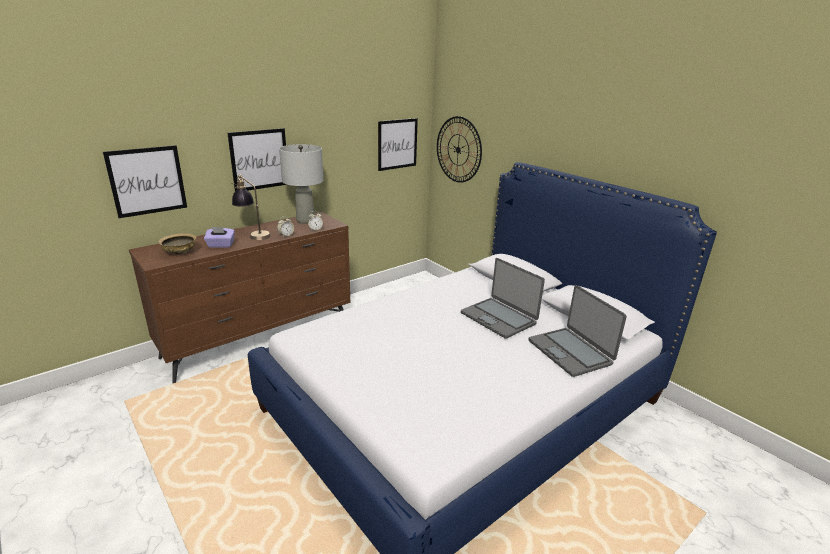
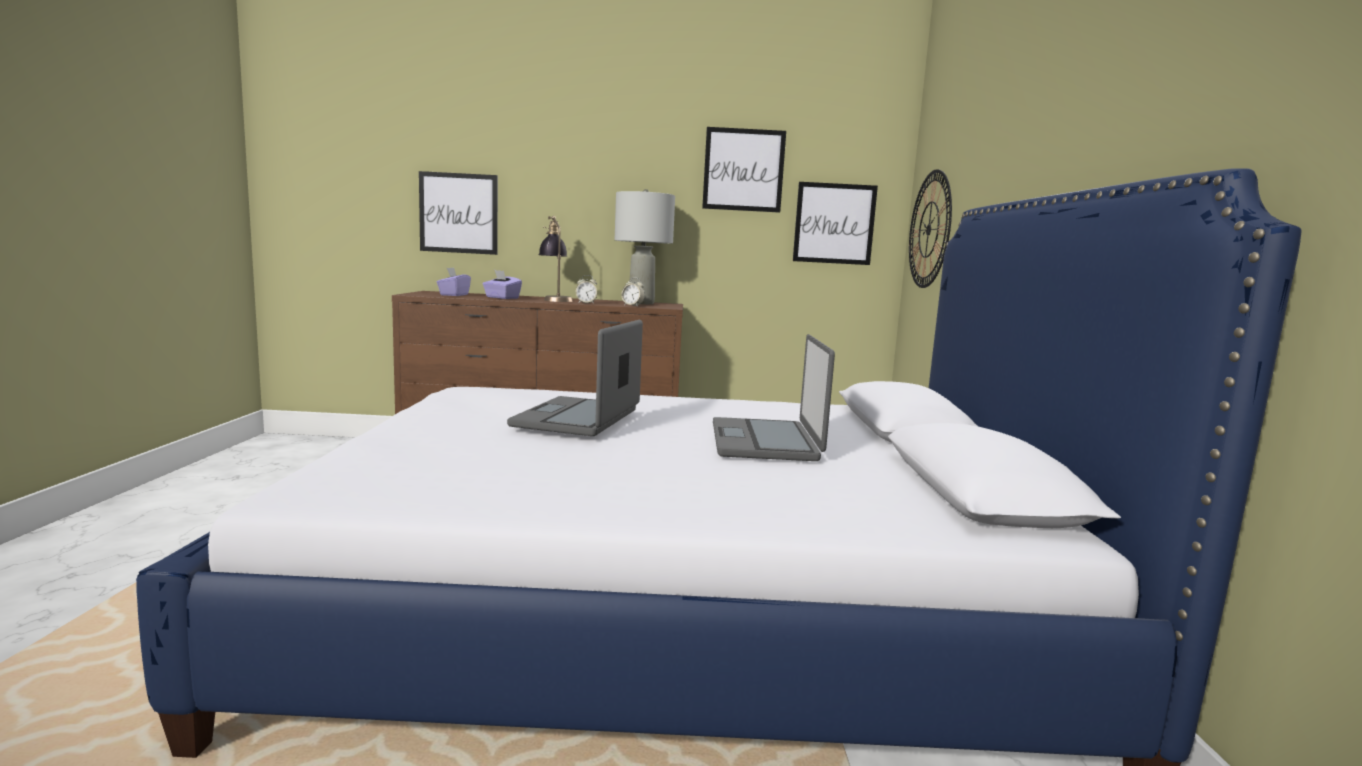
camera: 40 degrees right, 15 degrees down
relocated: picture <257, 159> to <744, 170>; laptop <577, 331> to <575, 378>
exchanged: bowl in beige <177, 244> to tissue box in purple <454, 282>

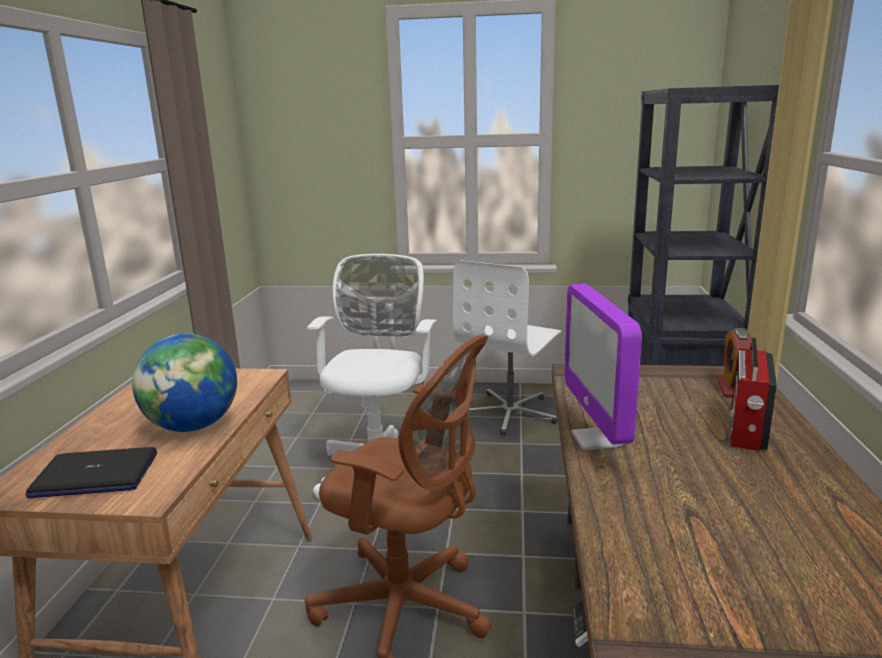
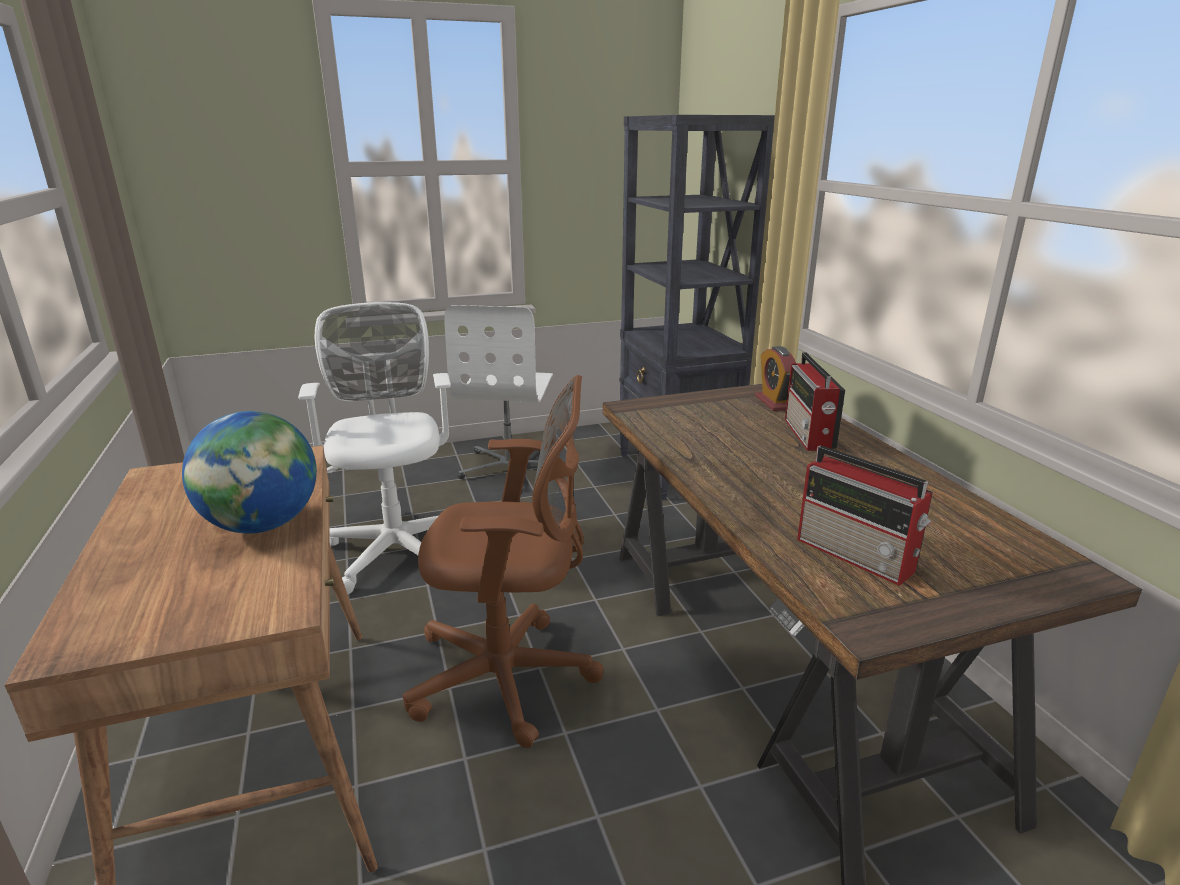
camera: 25 degrees left, 5 degrees up
missing: laptop <91, 472>; monitor <603, 367>
appeared: radio <865, 516>

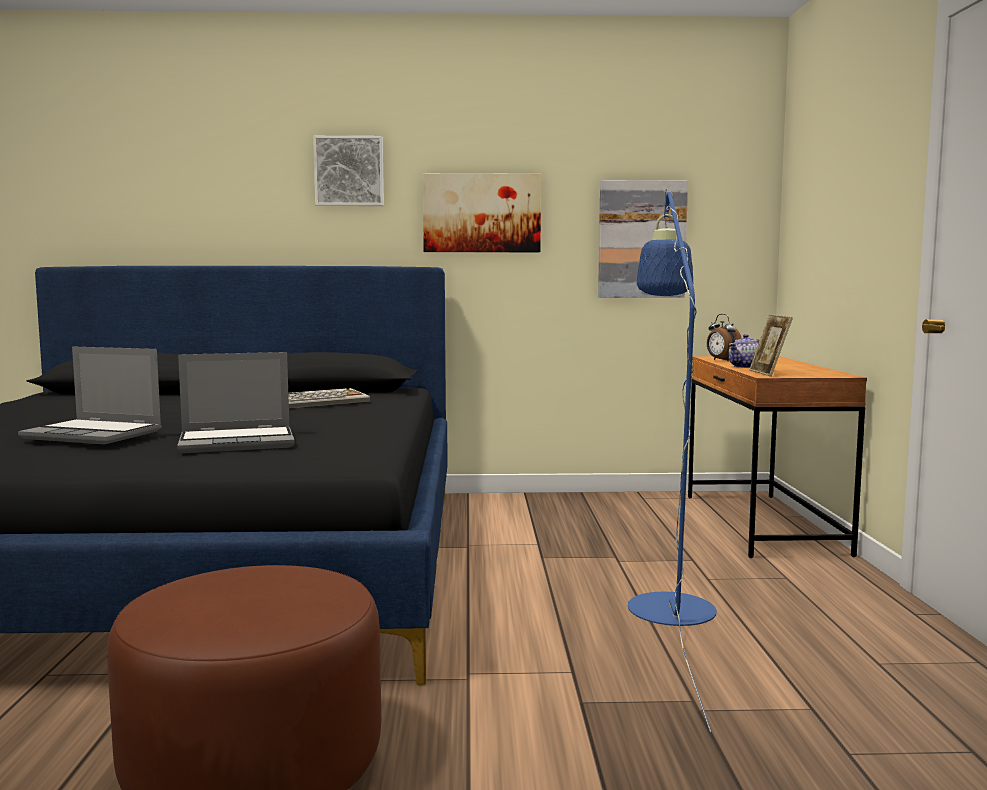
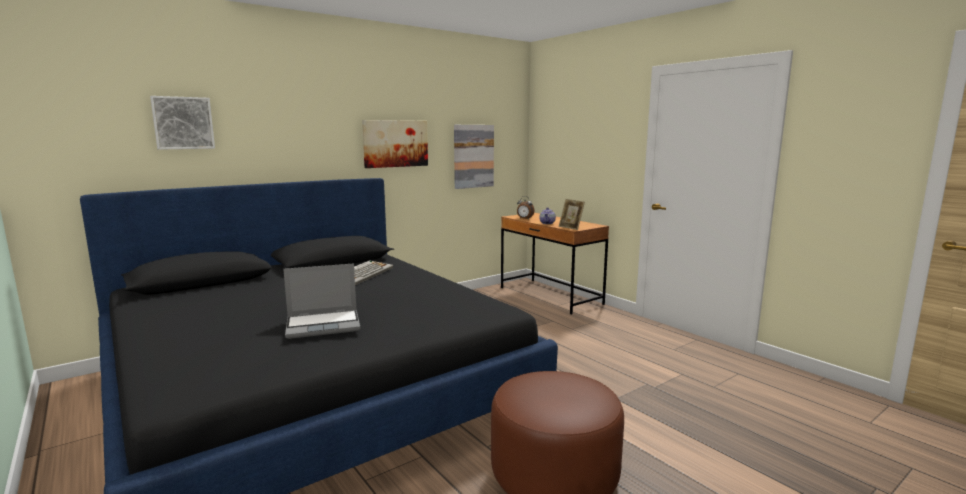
camera: 35 degrees left, 5 degrees up
missing: laptop <236, 402>; floor lamp in blue <672, 461>
relocated: picture <348, 171> to <182, 123>

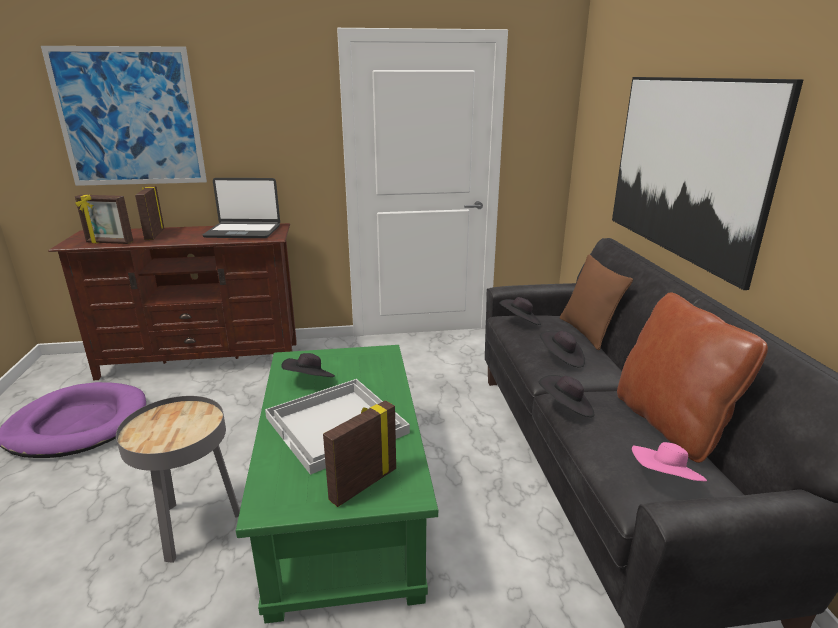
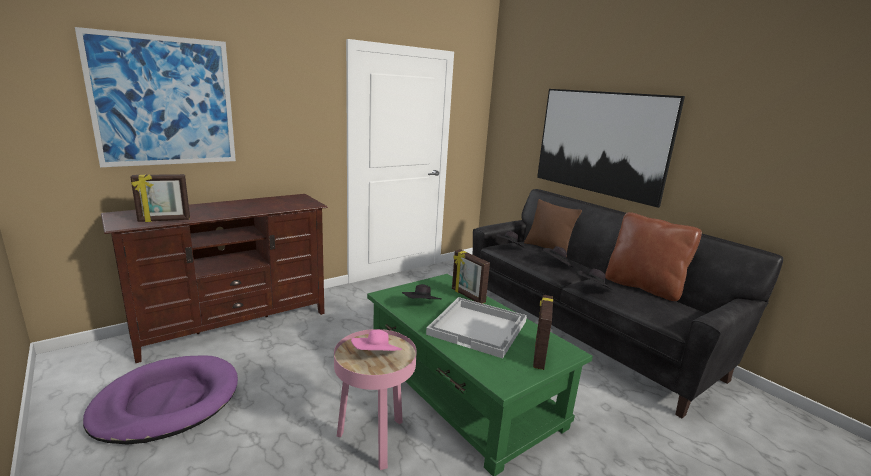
camera: 30 degrees left, 5 degrees down
missing: laptop <241, 208>
relocated: picture frame <149, 213> to <471, 276>; hat in pink <669, 461> to <376, 340>
colour: side table in grey <178, 479> to side table in pink <375, 399>

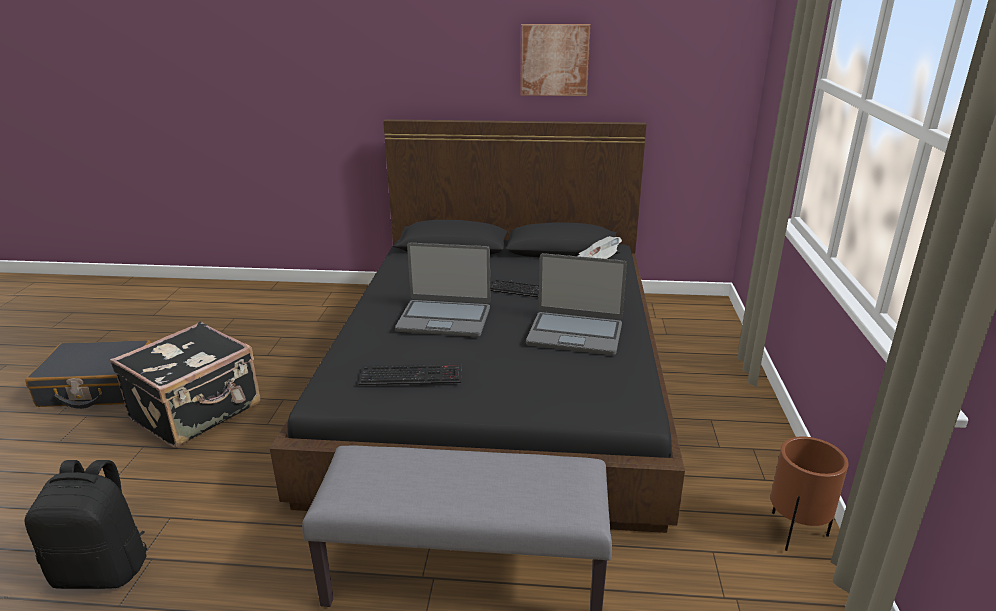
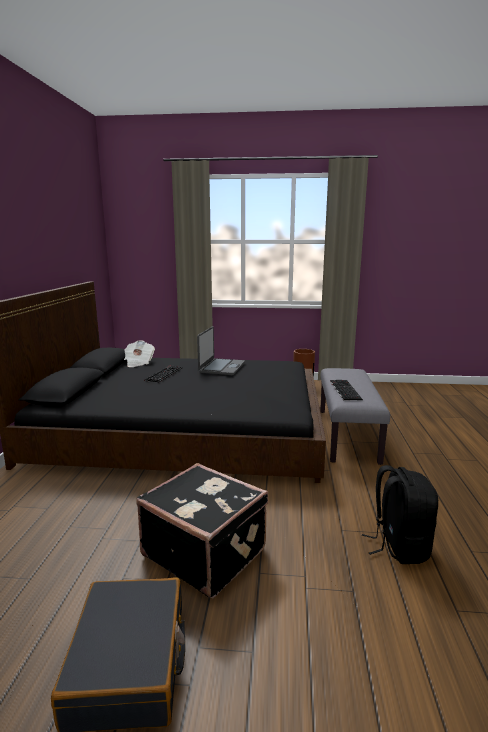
camera: 90 degrees left, 10 degrees down
missing: laptop <443, 290>; picture <555, 60>
relocated: keyboard <409, 375> to <346, 390>

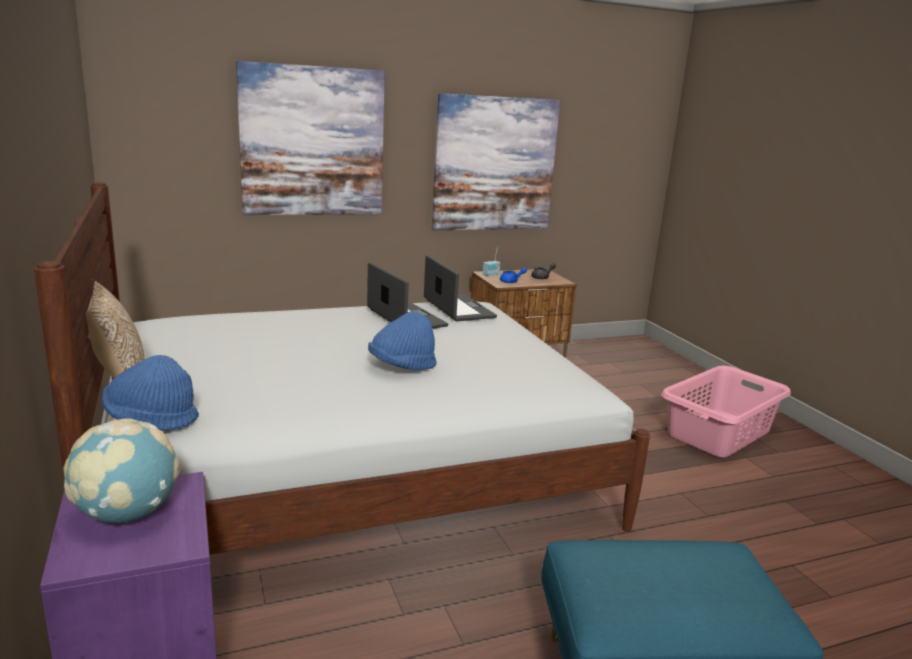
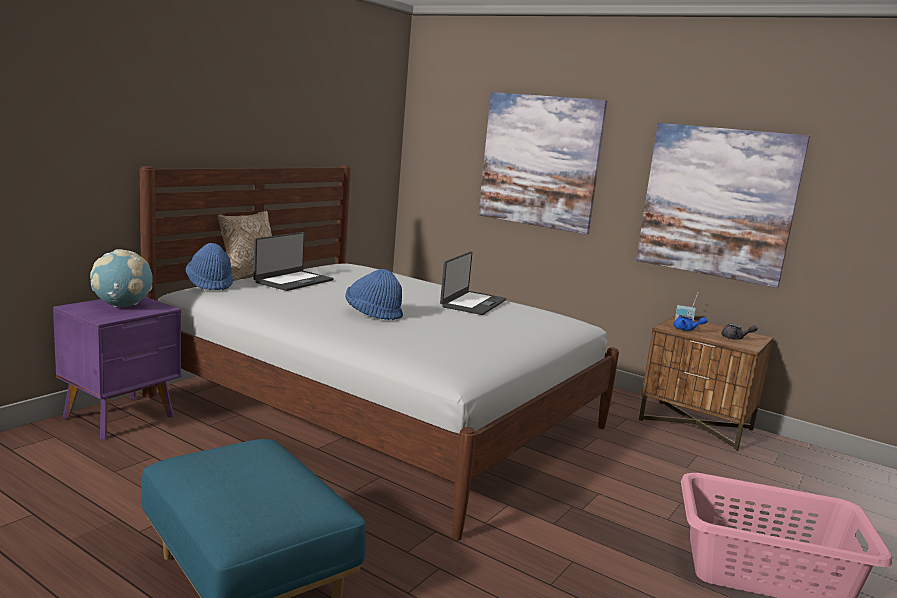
camera: 55 degrees right, 5 degrees down
relocated: laptop <460, 288> to <293, 261>

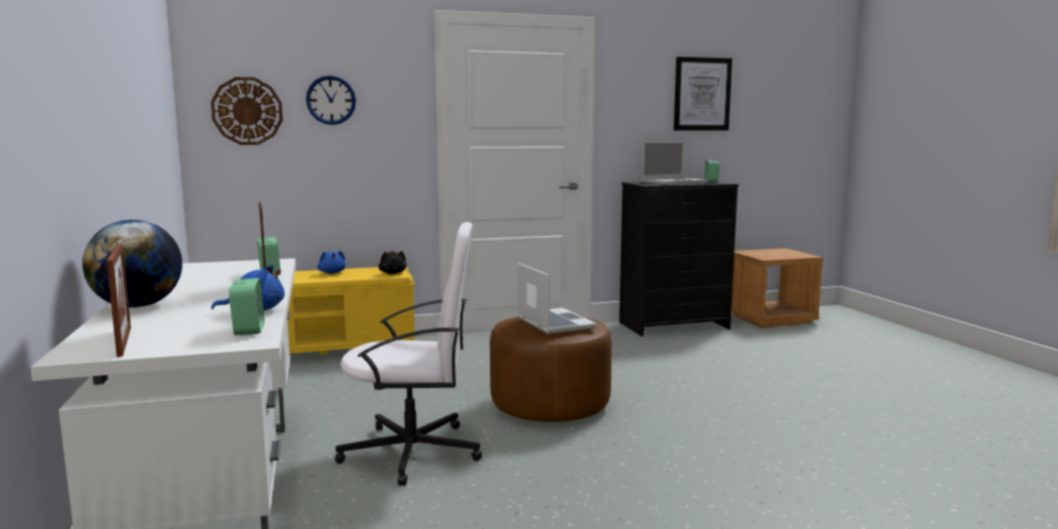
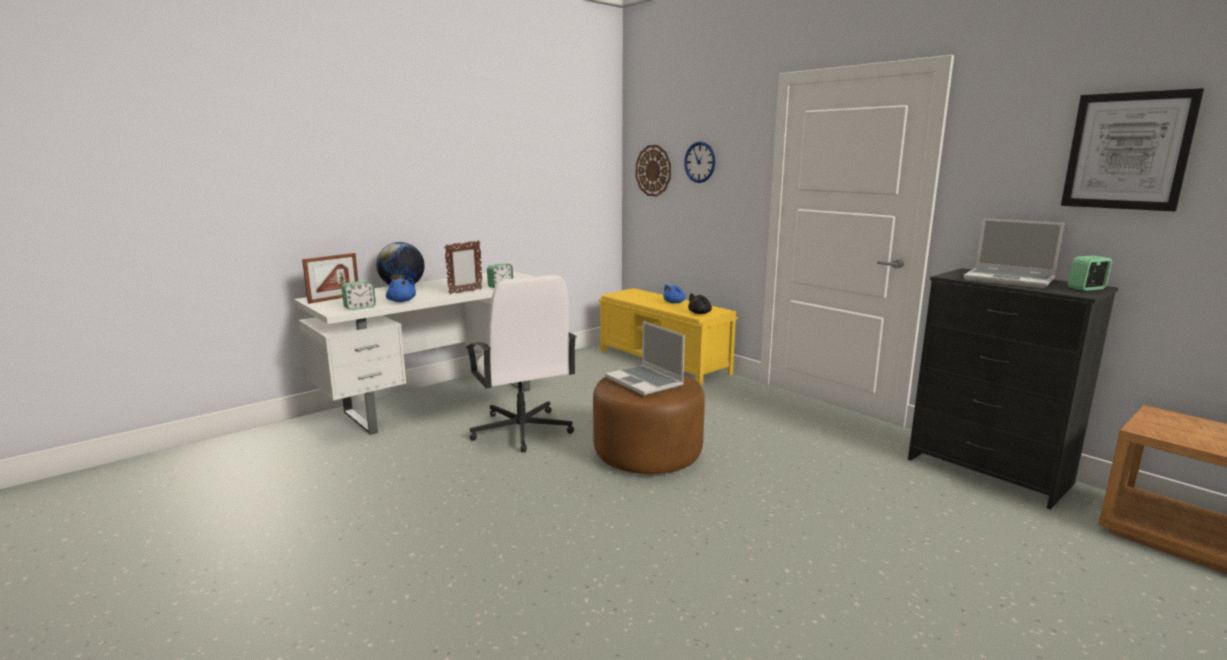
camera: 65 degrees right, 5 degrees up
spun: laptop <557, 298> = <645, 358> 105 degrees clockwise

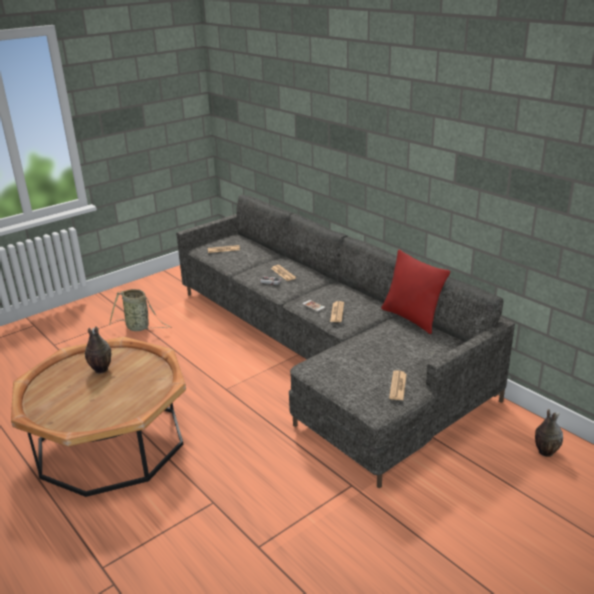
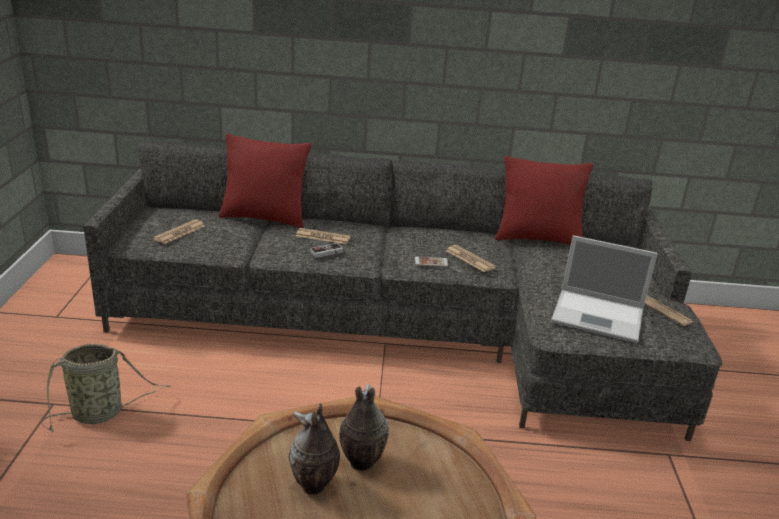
camera: 50 degrees left, 0 degrees up
appeared: pillow in red <265, 180>; laptop <604, 289>
relocated: vase <549, 433> to <364, 427>

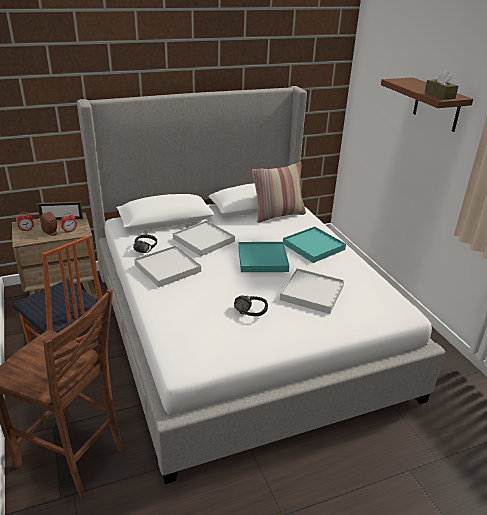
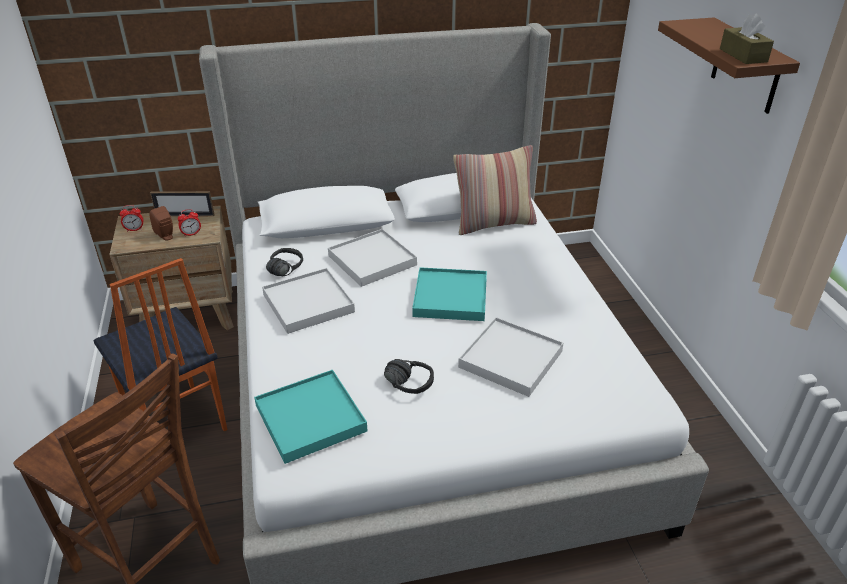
camera: 10 degrees right, 5 degrees up
relocated: tray in turquoise <314, 245> to <310, 417>

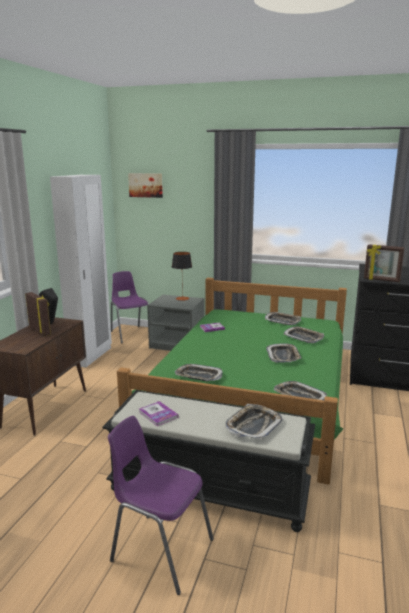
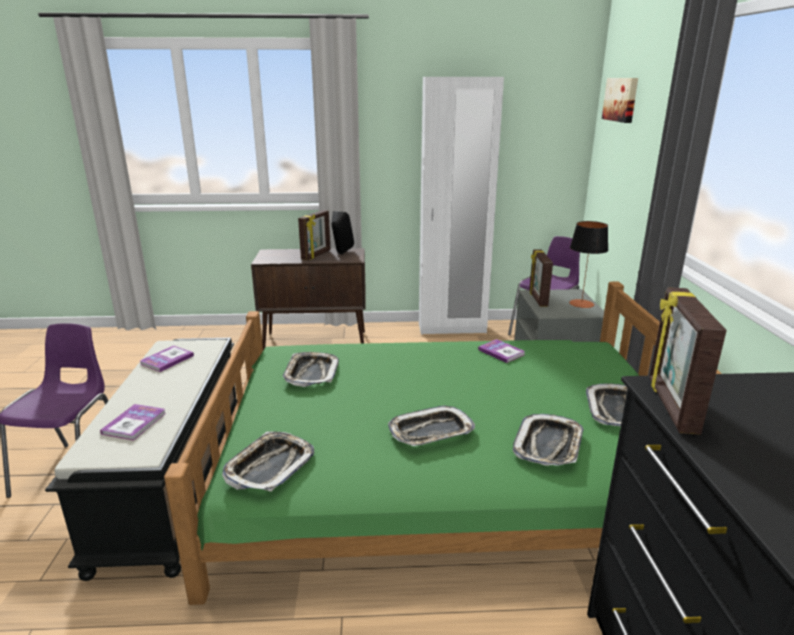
camera: 70 degrees right, 5 degrees up
appeared: picture frame <541, 278>
exchanged: tray <253, 422> to book <133, 422>

